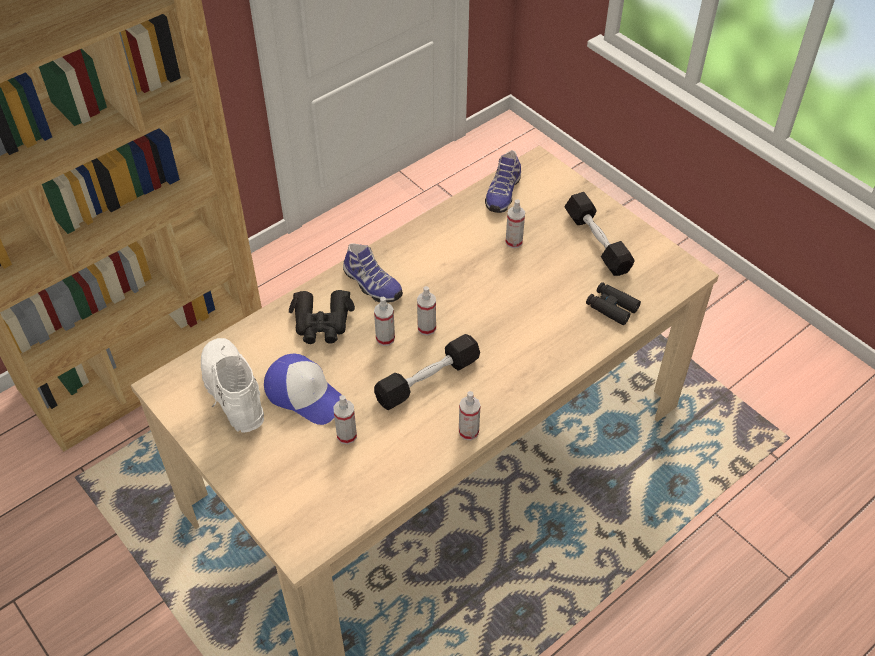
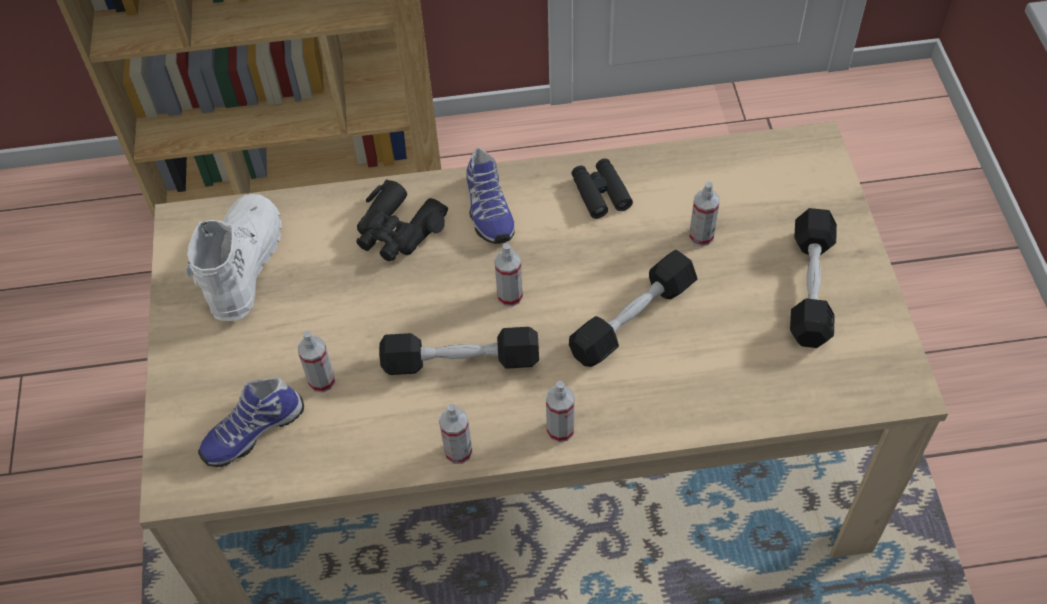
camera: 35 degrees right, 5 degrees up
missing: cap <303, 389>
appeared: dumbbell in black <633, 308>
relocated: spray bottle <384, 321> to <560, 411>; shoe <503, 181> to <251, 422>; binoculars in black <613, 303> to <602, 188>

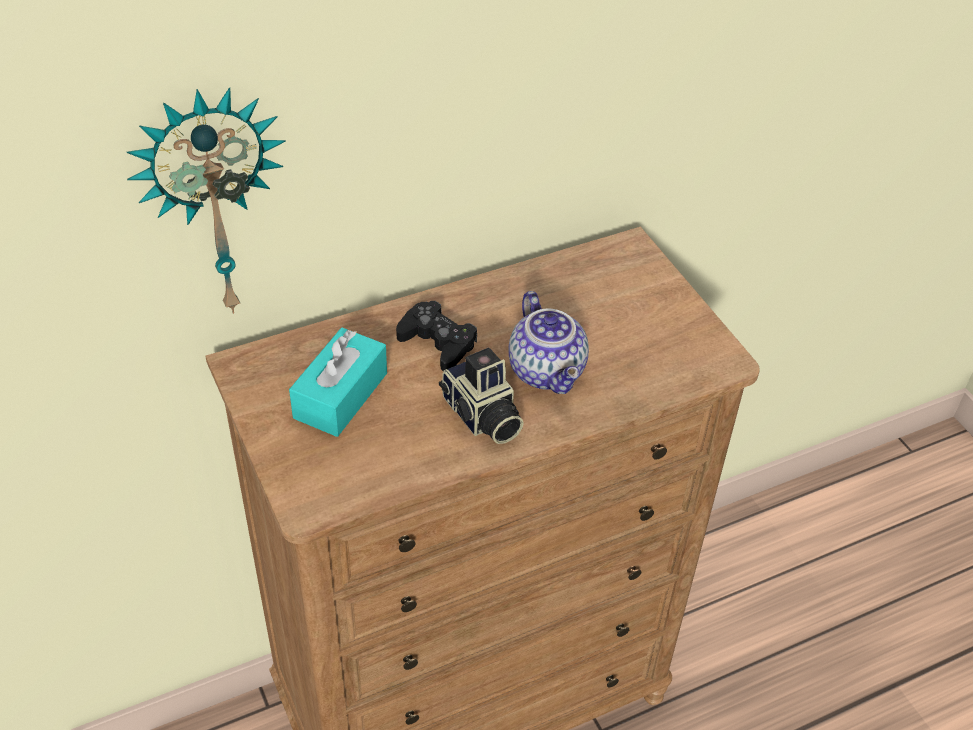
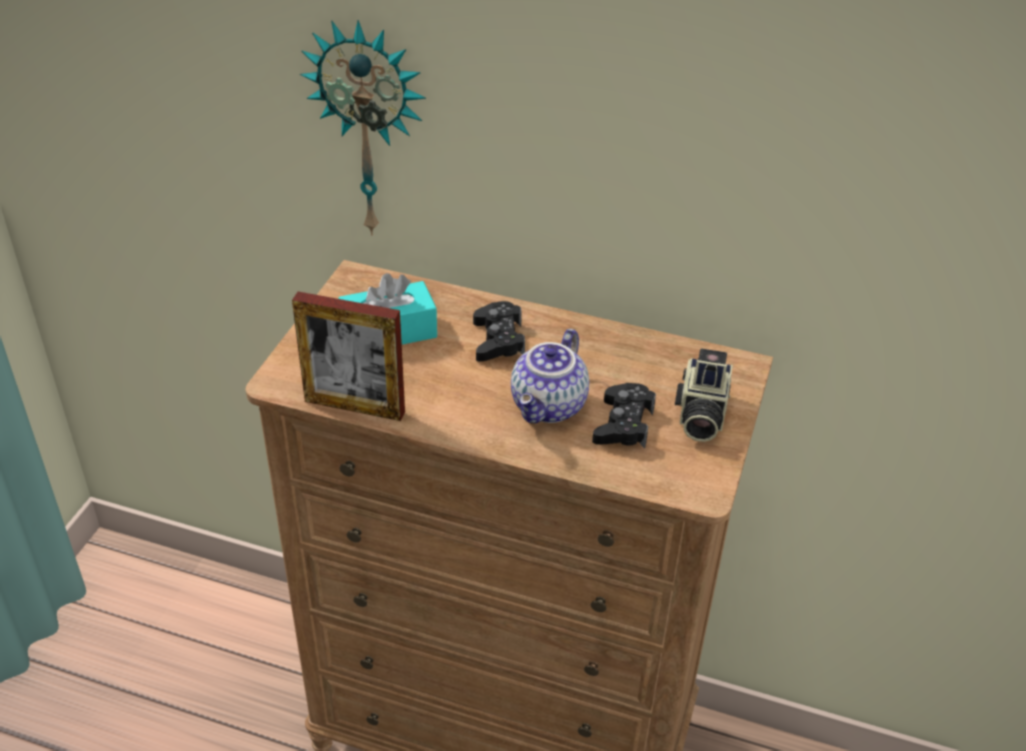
camera: 45 degrees right, 5 degrees down
appeared: picture frame <348, 356>; game controller in black <624, 416>
relocated: photo camera <481, 395> to <704, 395>

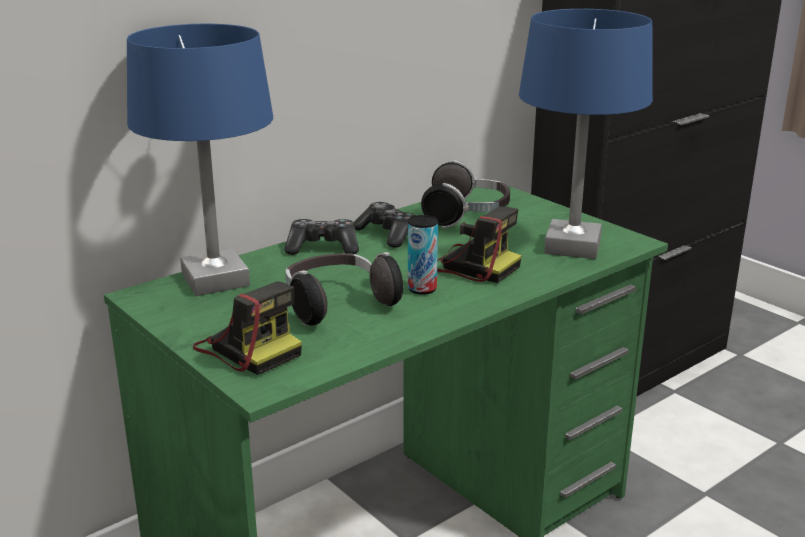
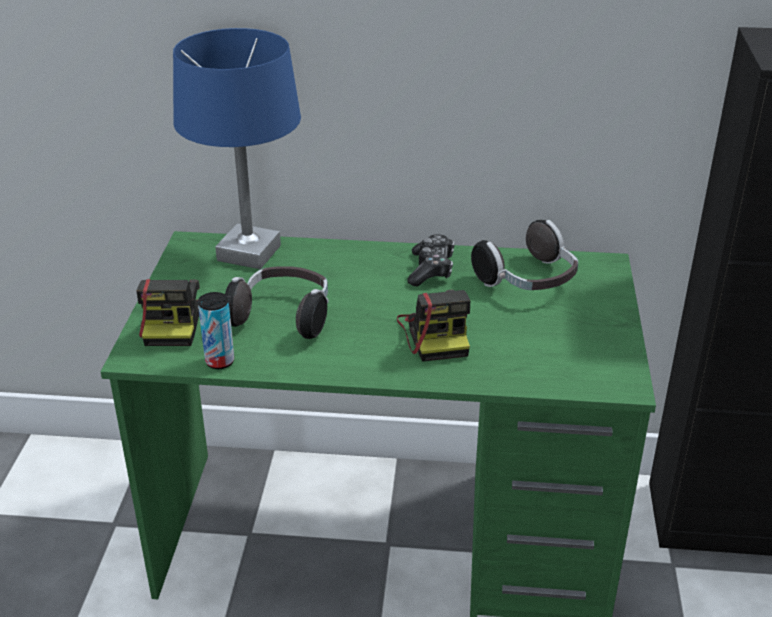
camera: 45 degrees right, 10 degrees up
missing: game controller <321, 237>; table lamp in blue <586, 134>
relocated: can <423, 255> to <216, 330>

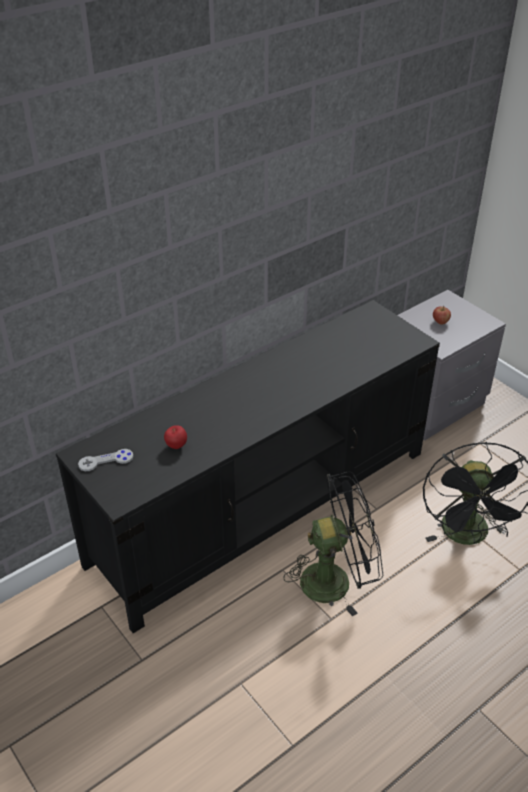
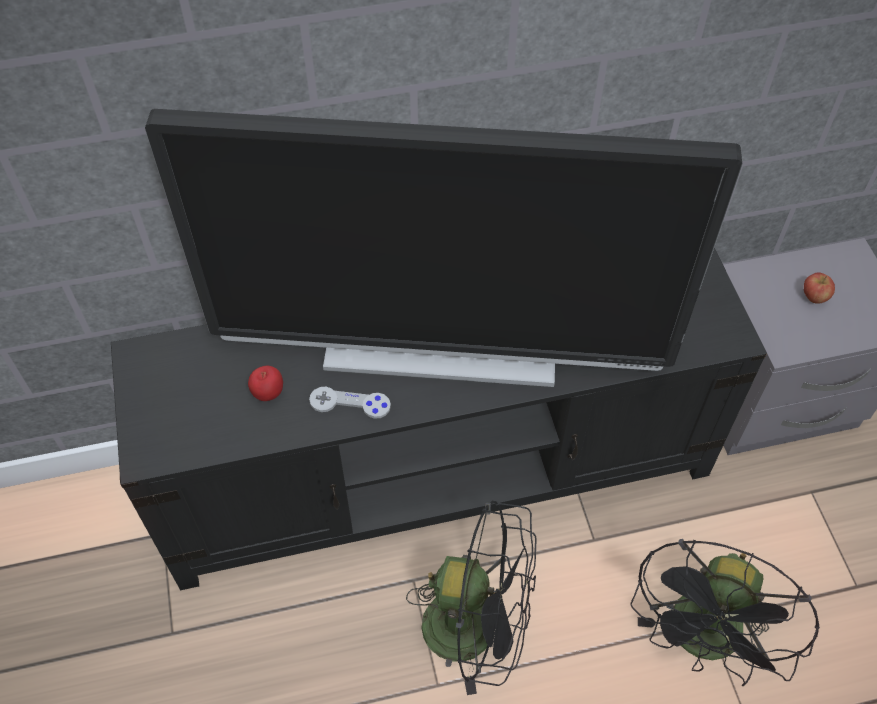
camera: 25 degrees right, 15 degrees up
appeared: television <444, 248>
relocated: game controller in grey <106, 460> to <350, 403>

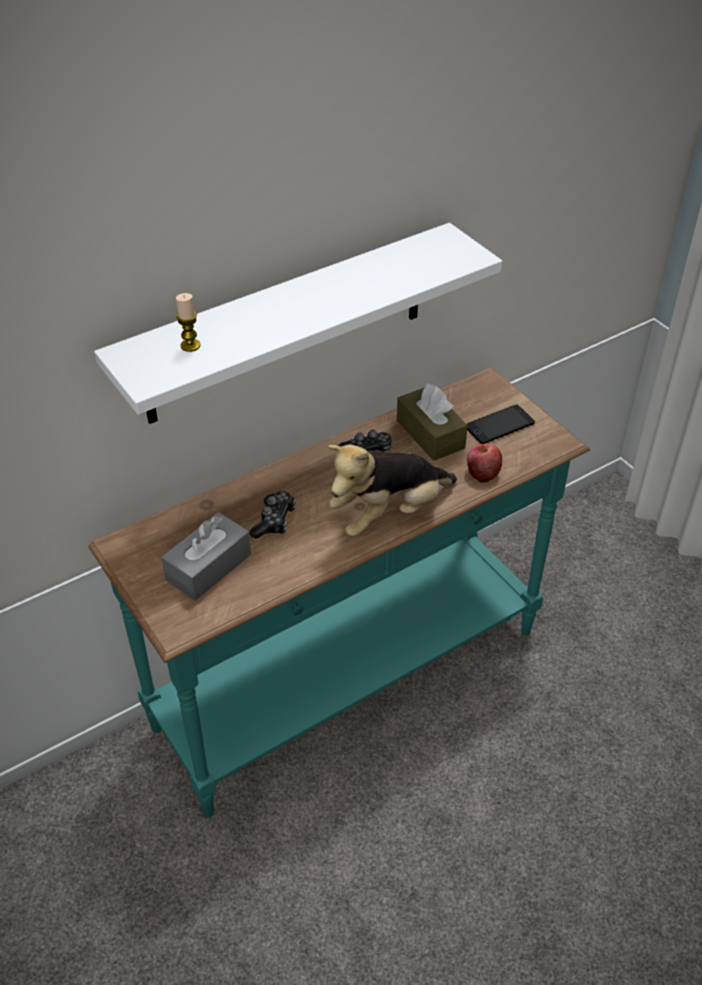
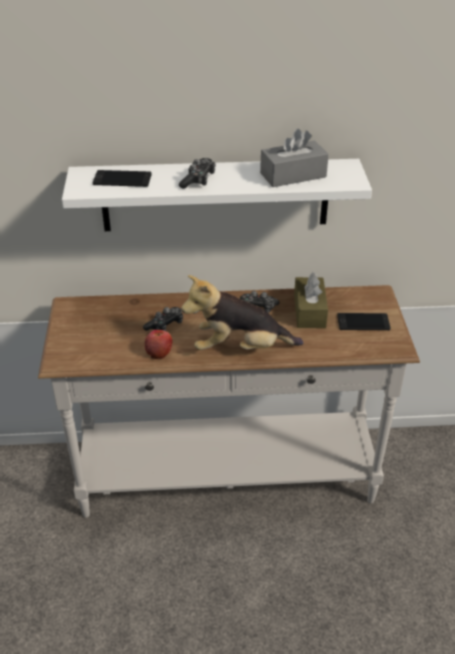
camera: 30 degrees right, 5 degrees down
appeared: game controller <197, 173>
relocated: tissue box in grey <206, 556> to <294, 158>; apple <484, 463> to <158, 344>
exchanged: candle <188, 322> to phone <122, 178>
colour: console table in turquoise <339, 593> to console table in white <229, 401>

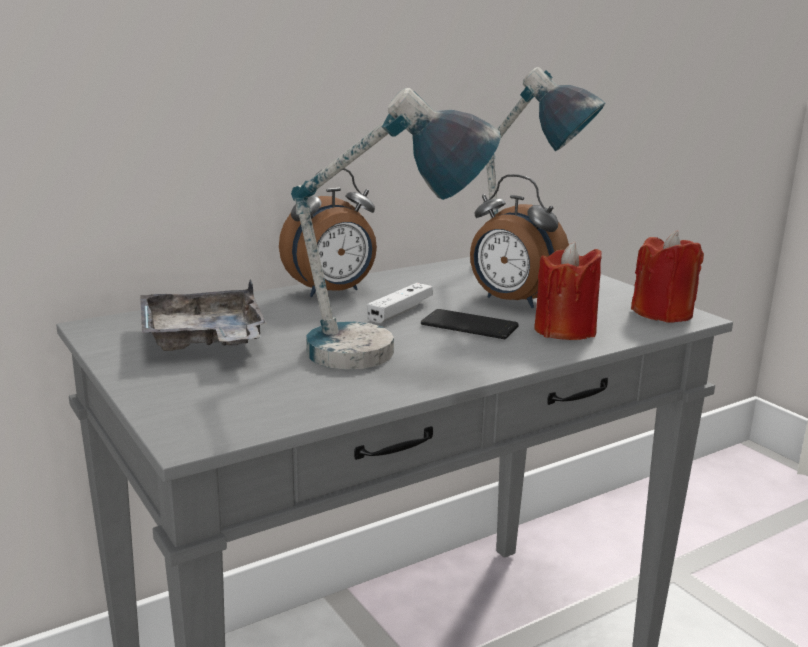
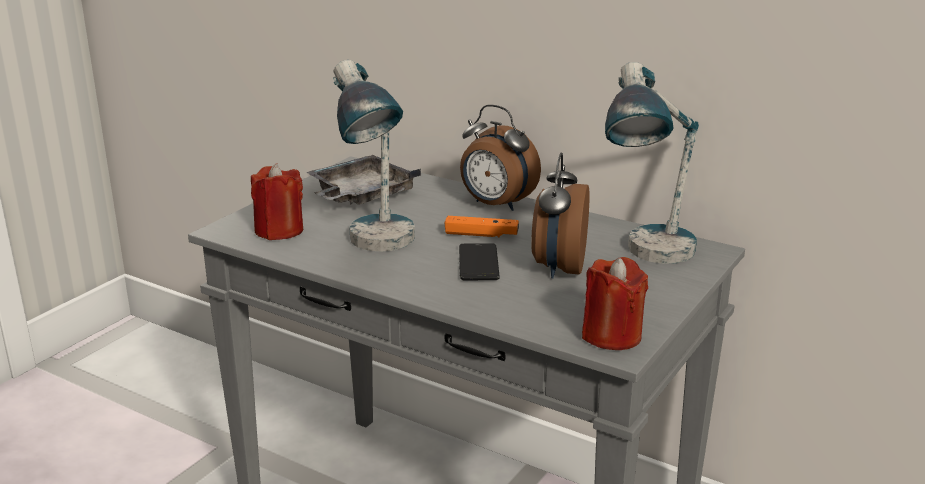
camera: 65 degrees right, 5 degrees up
relocated: candle in red <568, 291> to <277, 201>
colour: game controller in white <399, 303> to game controller in orange <482, 226>

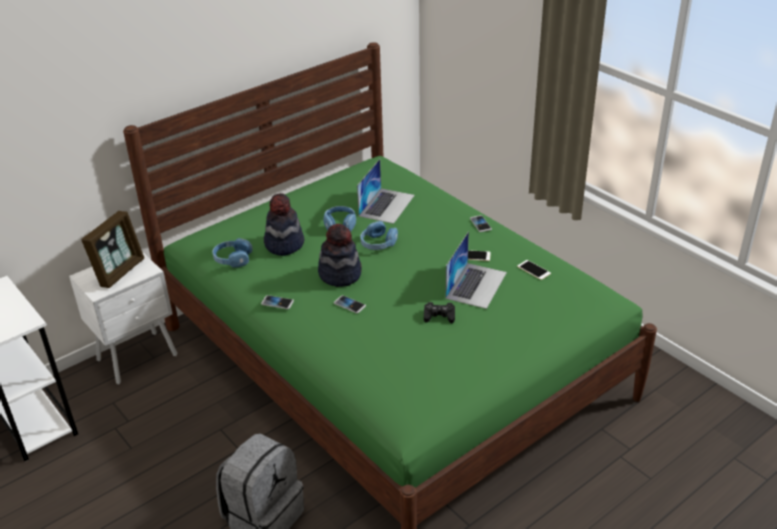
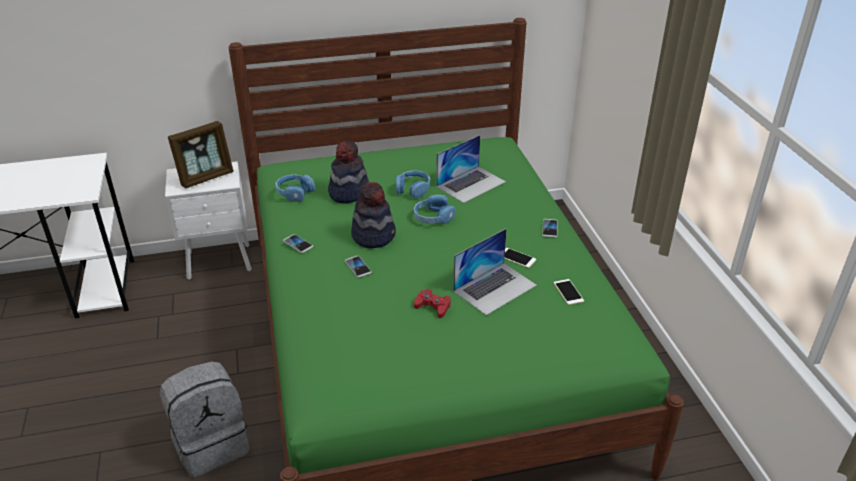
camera: 25 degrees right, 0 degrees up
colour: game controller in black <439, 312> to game controller in red <432, 303>

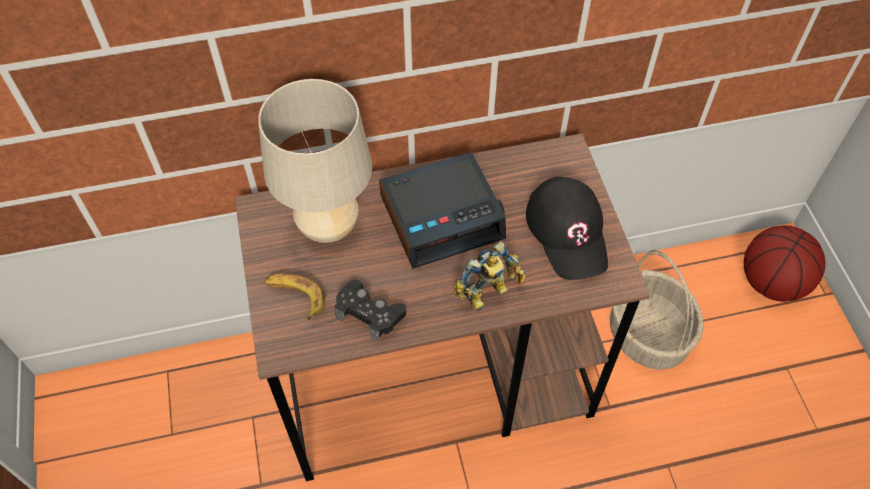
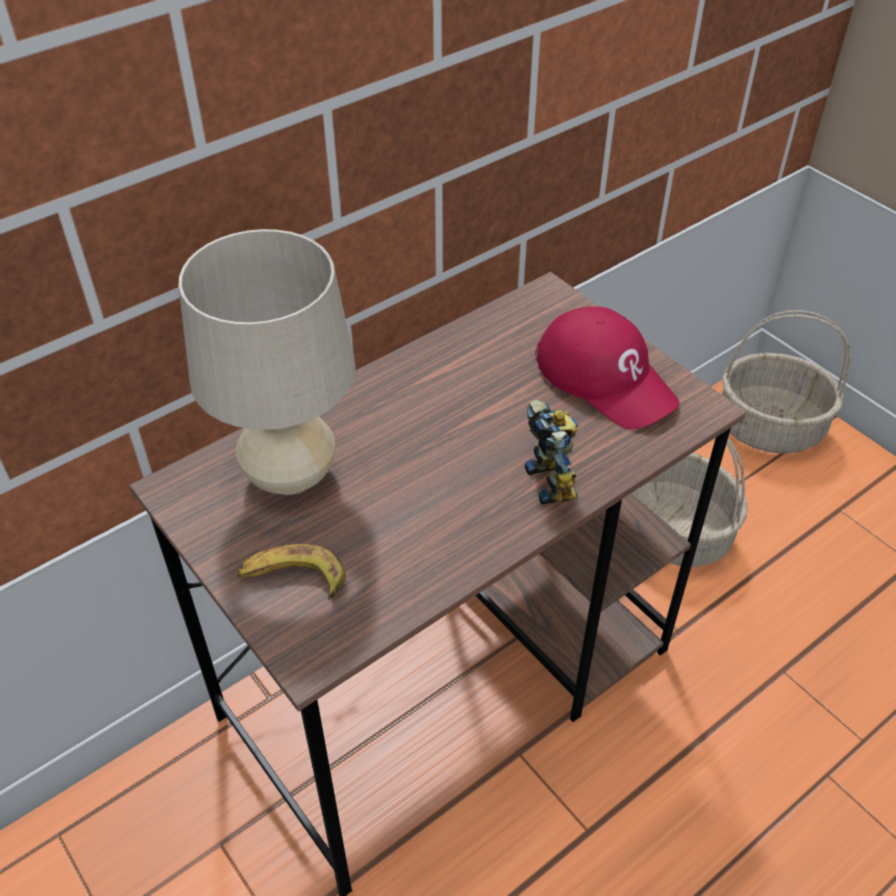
camera: 25 degrees left, 10 degrees down
missing: game controller in black <370, 311>; alarm clock <442, 210>
exchanged: basketball <785, 263> to basket <786, 382>
colour: cap in black <567, 228> to cap in red <607, 368>
spun: toy robot <489, 276> = <551, 452> 45 degrees counterclockwise

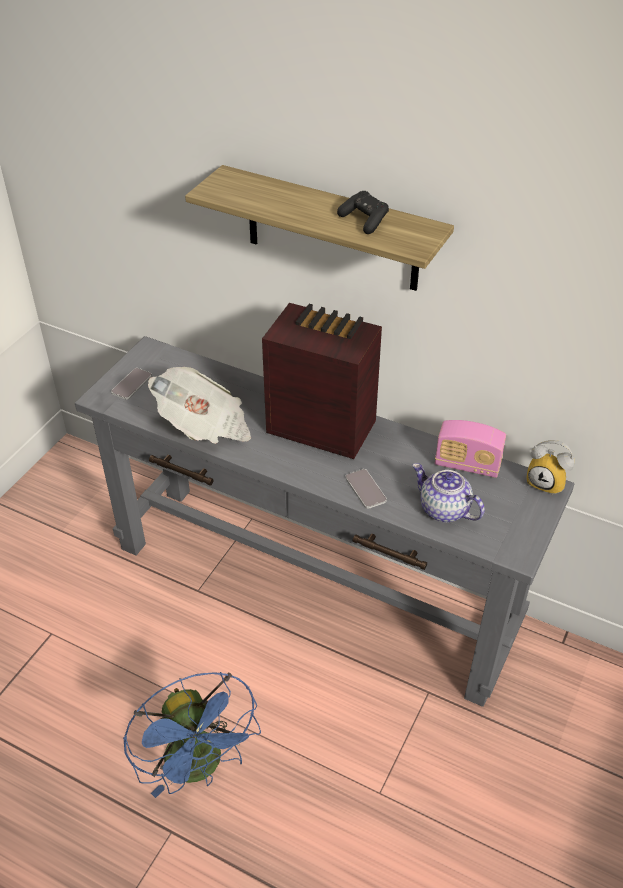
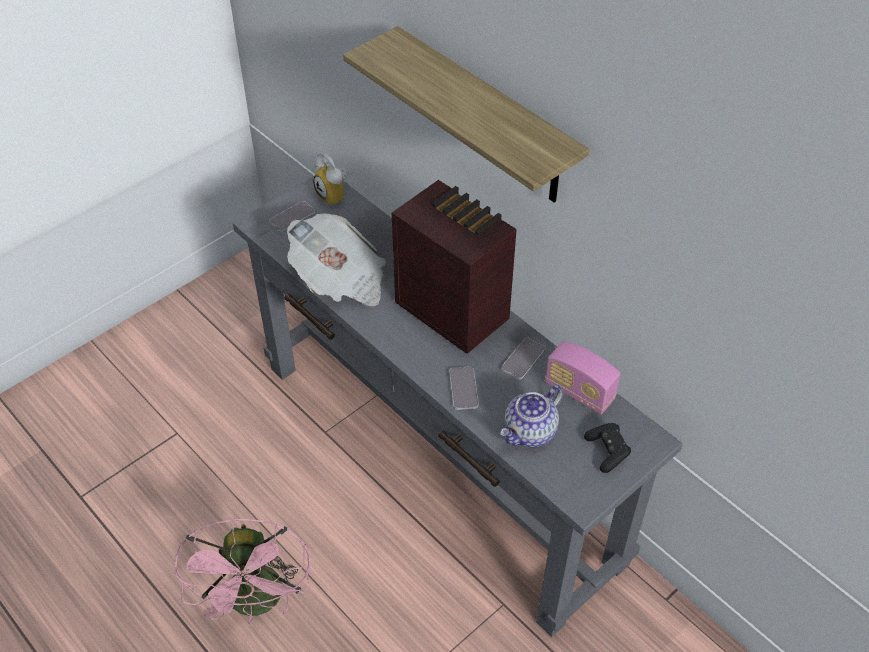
camera: 20 degrees right, 5 degrees up
appeared: phone <523, 358>
relocated: game controller in black <363, 212> to <607, 448>; alarm clock <550, 468> to <331, 179>
colour: fan in blue <192, 735> to fan in pink <242, 571>
spun: teapot <449, 493> = <532, 416> 105 degrees counterclockwise

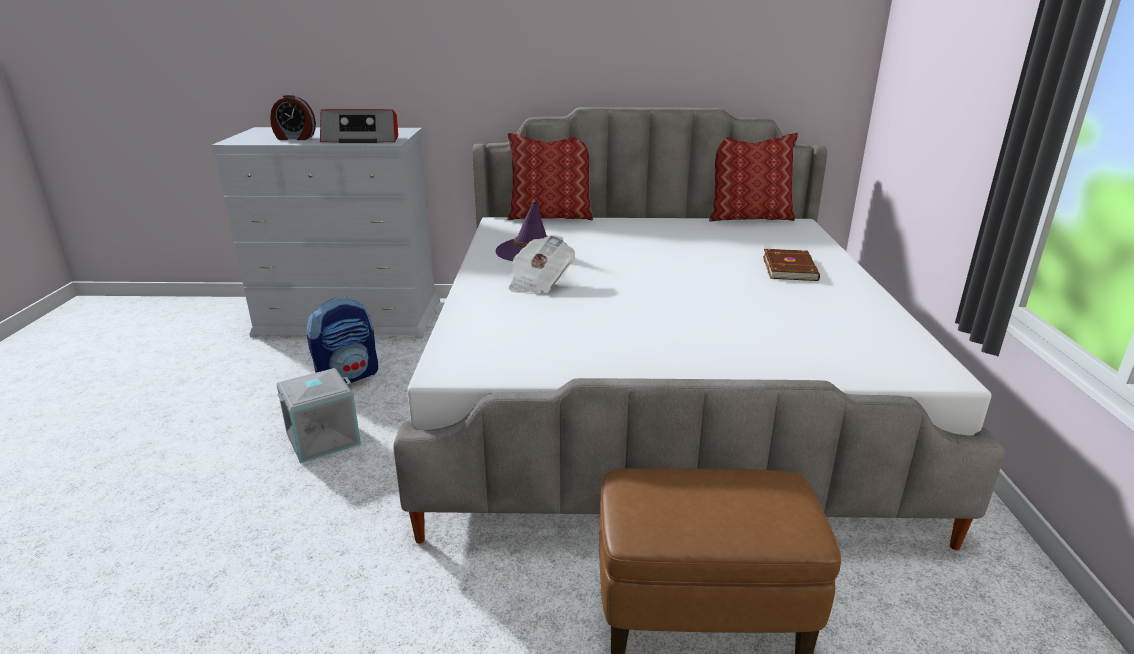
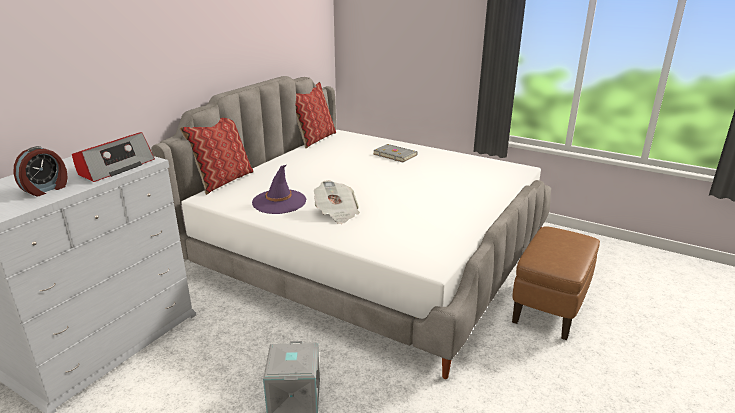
camera: 60 degrees left, 0 degrees up
missing: backpack <342, 340>
colour: book in brown <791, 265> to book in grey <395, 153>

